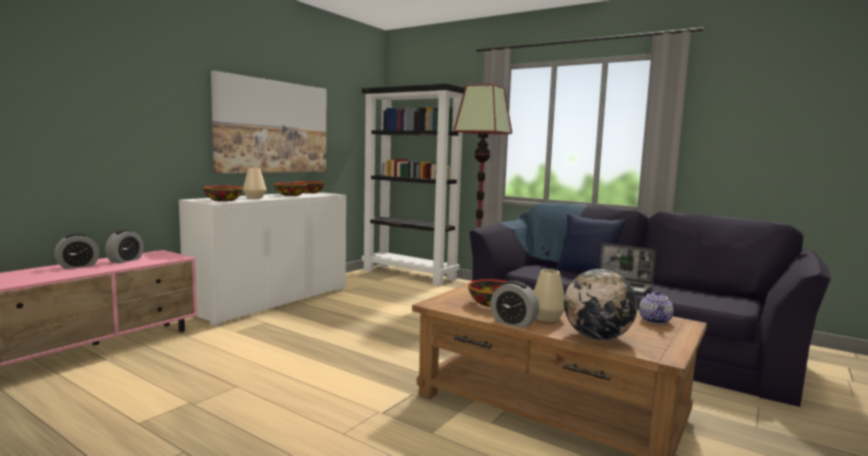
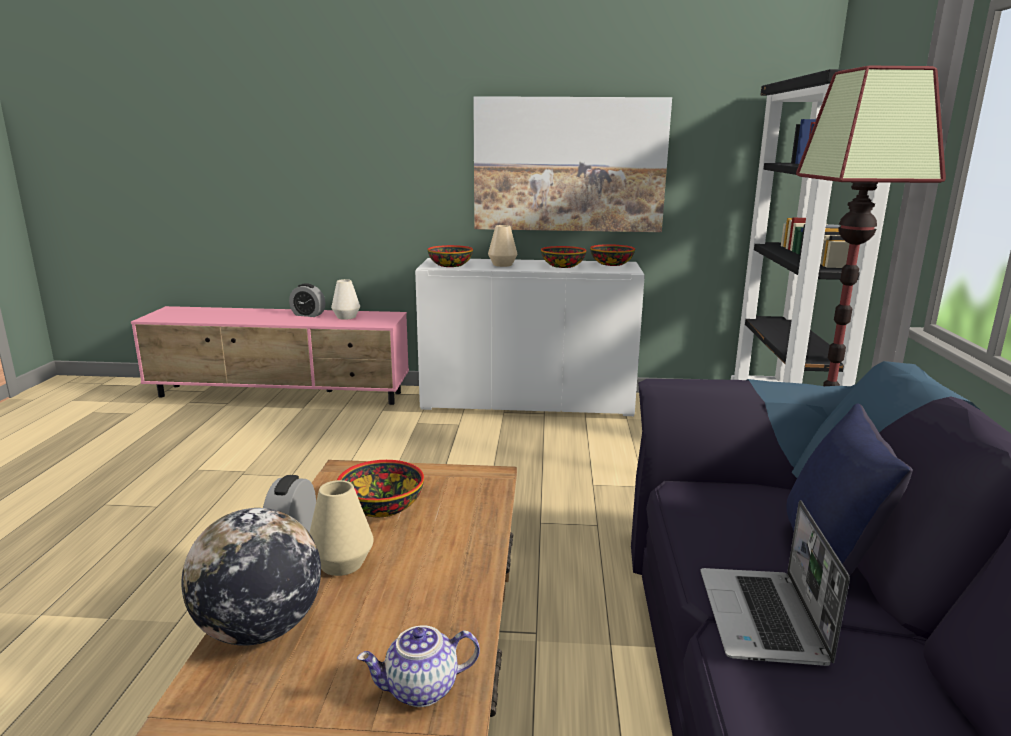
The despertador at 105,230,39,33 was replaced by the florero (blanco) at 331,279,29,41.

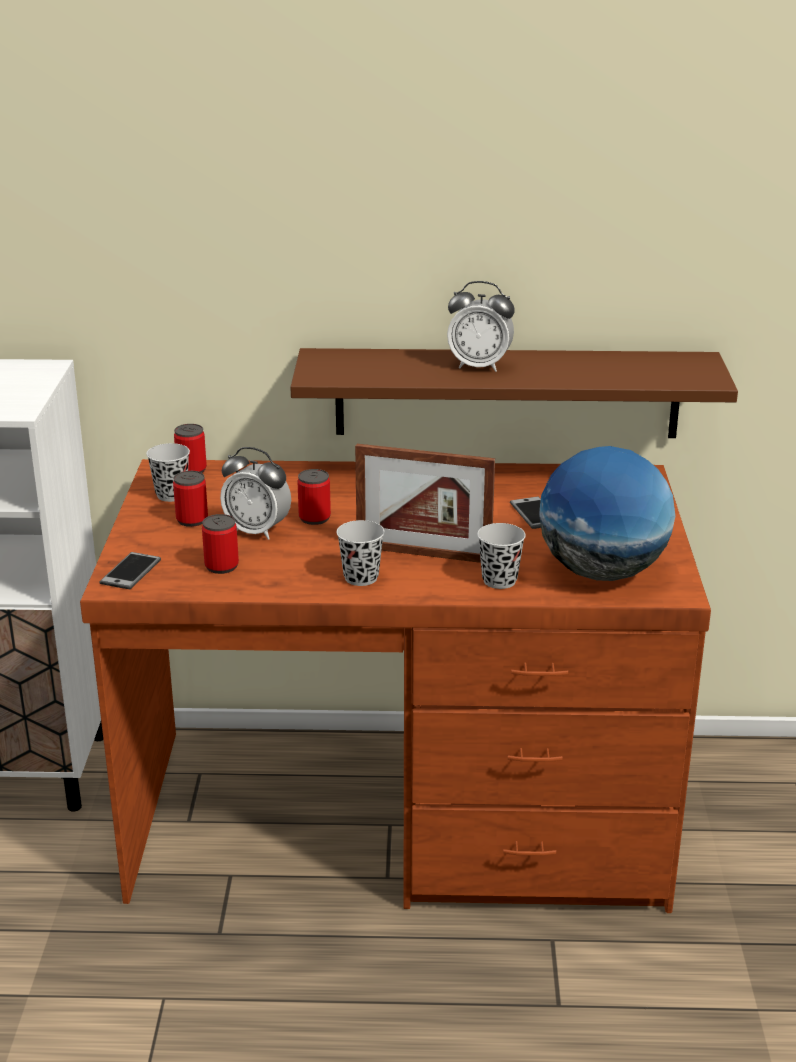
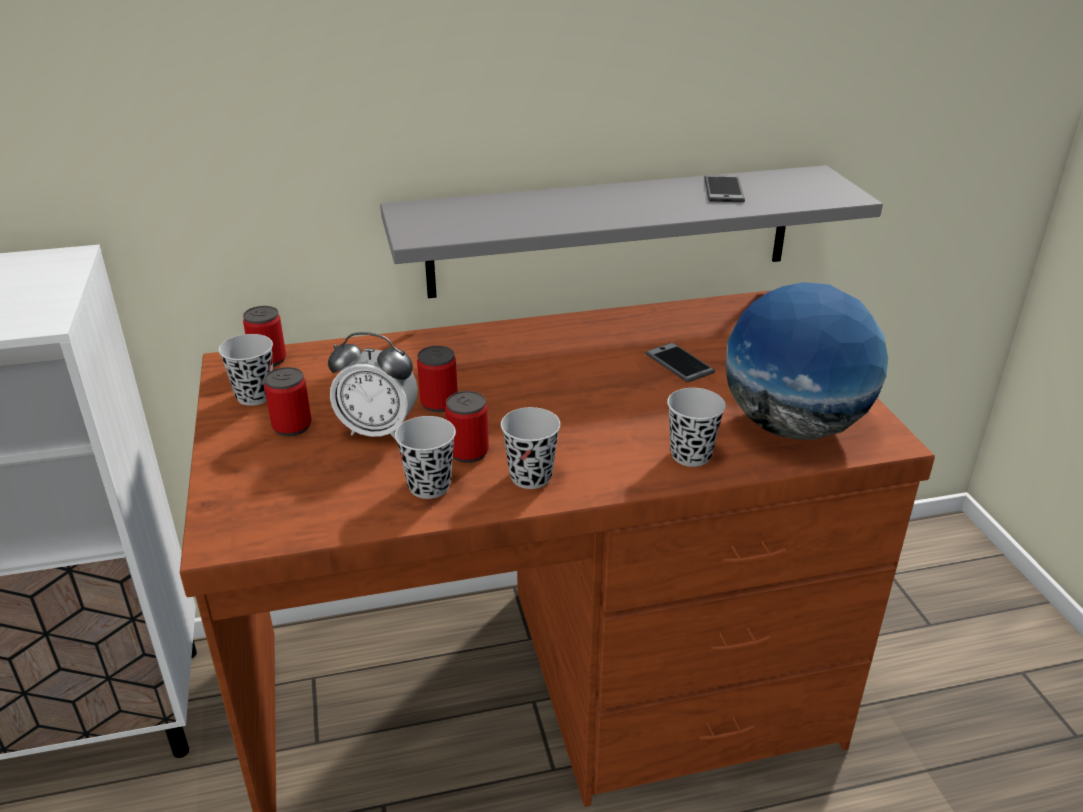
The móvil moved from 100,552,61,37 to 704,175,41,27. The lata moved from 202,514,37,60 to 445,391,44,72. The estante (marrón) at 290,348,448,90 became the estante (gris) at 380,165,503,133. The portarretratos at 355,444,140,119 disappeared. The despertador at 447,281,67,91 disappeared. The taza (negro) at 395,416,61,83 appeared.

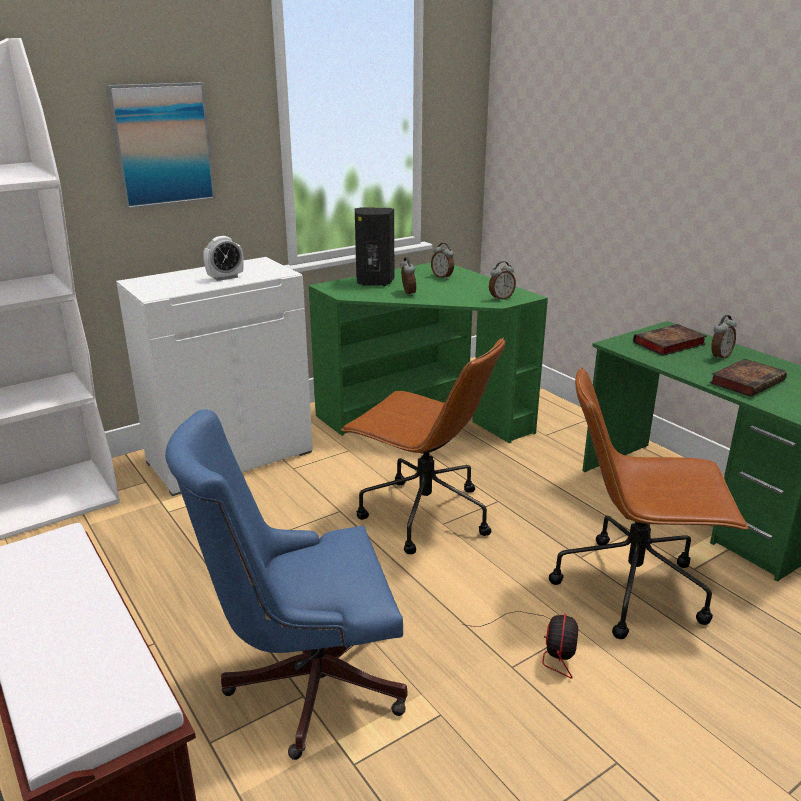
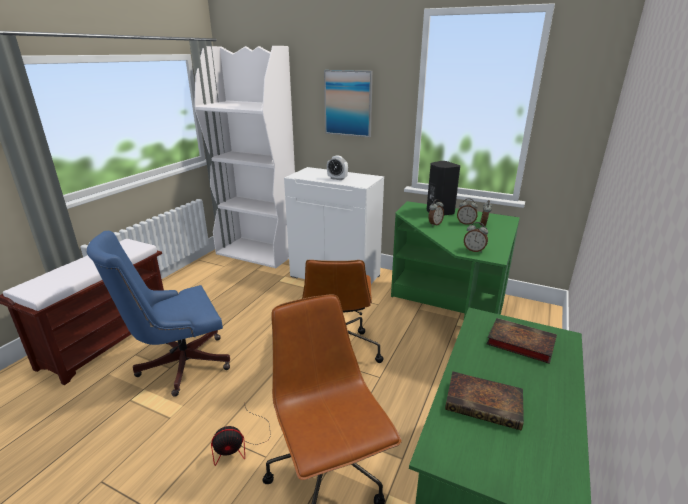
The silla de oficina (azul) at 165,409,242,351 turned 75 degrees counterclockwise. The despertador moved from 711,315,26,45 to 457,198,21,27.

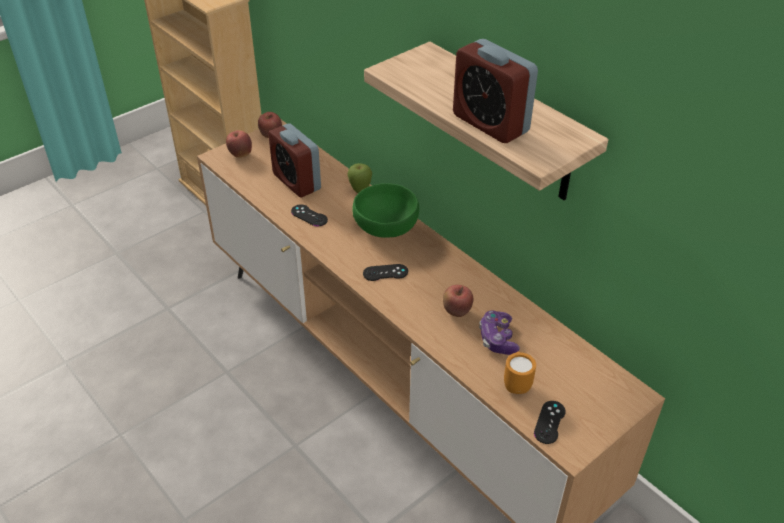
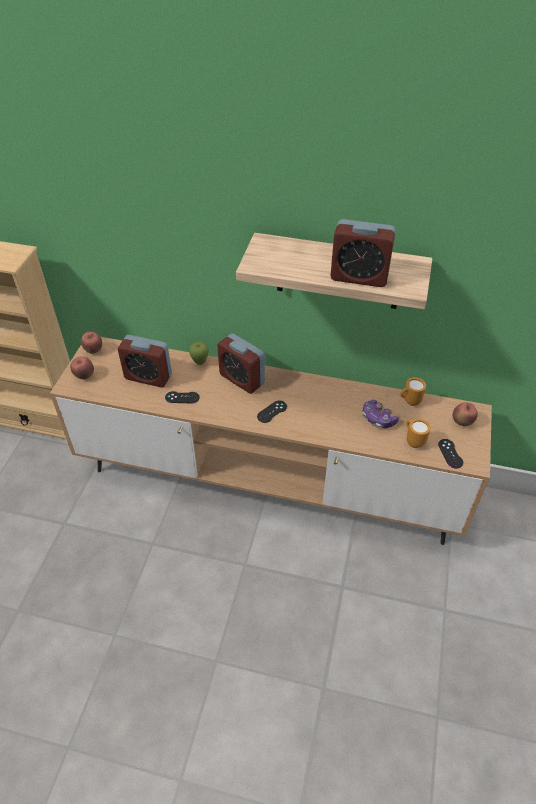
The cuenco (verde) at 352,183,67,55 was replaced by the despertador at 217,333,48,61. The manzana moved from 443,285,30,32 to 453,402,25,24. The taza grande (naranja) at 400,377,26,29 appeared.

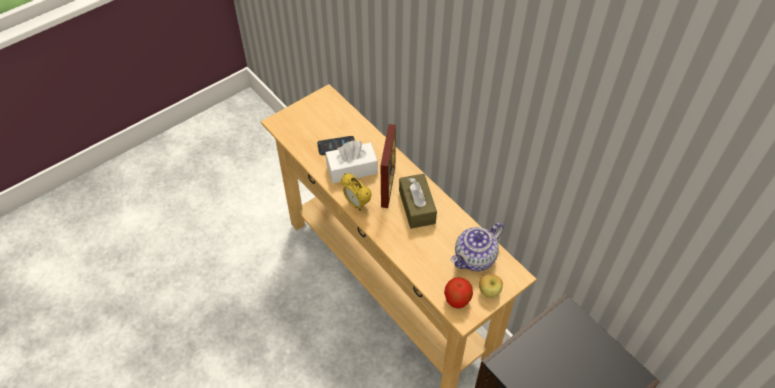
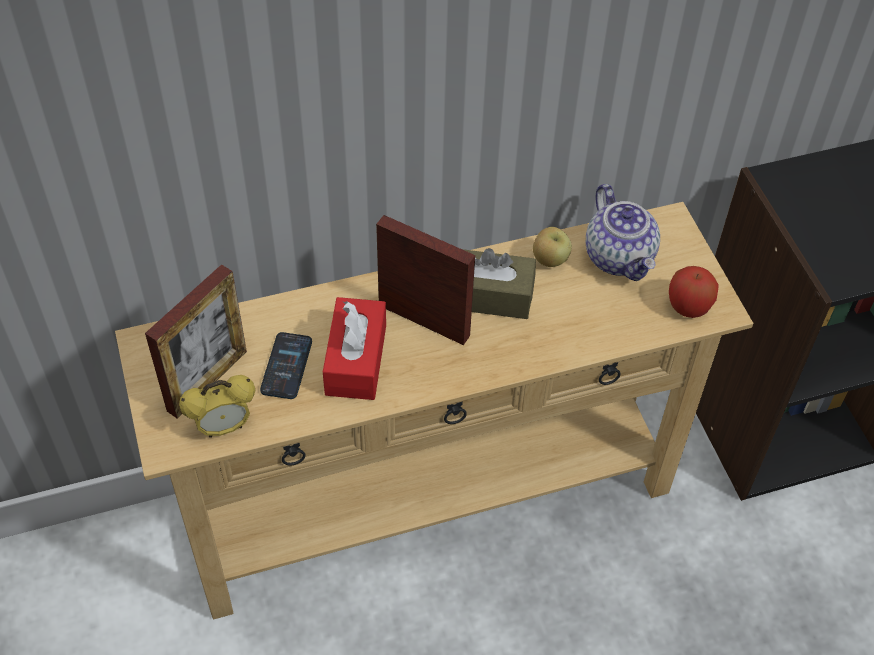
The caja de pañuelos (blanco) at 325,141,53,42 became the caja de pañuelos (rojo) at 323,297,63,103. The despertador moved from 341,173,31,38 to 179,375,76,63. The manzana moved from 479,274,24,24 to 533,227,39,40. The portarretratos at 145,264,102,155 appeared.

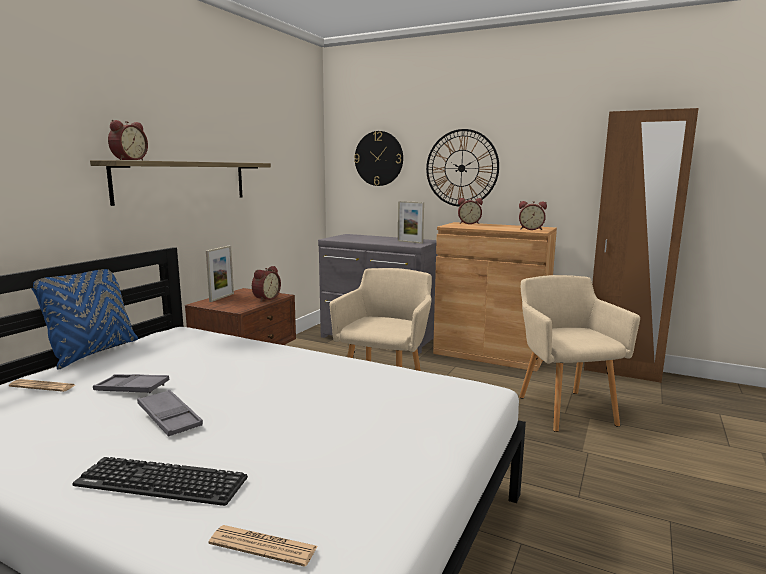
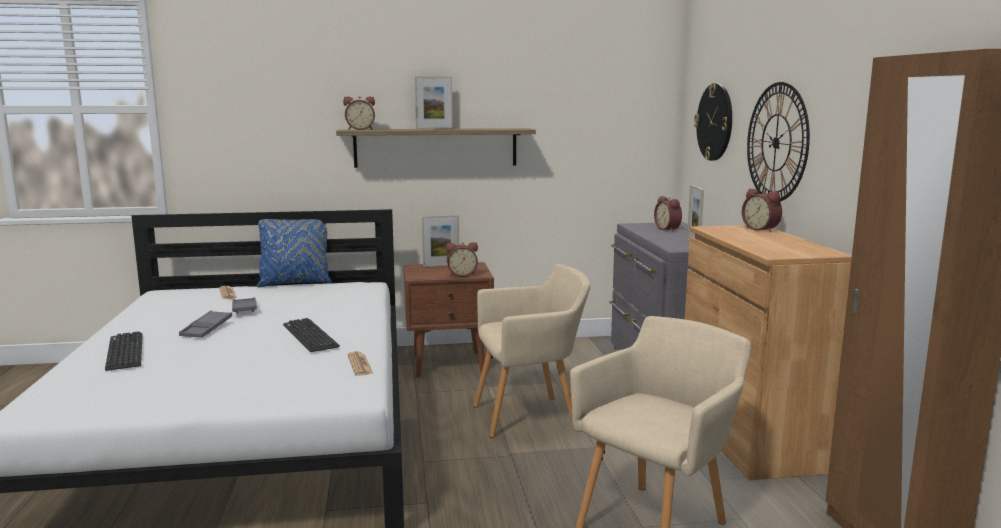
The periódico moved from 209,525,109,42 to 347,351,26,25. The despertador moved from 519,201,28,29 to 654,196,28,36. The teclado at 283,318,57,34 appeared. The portarretratos at 415,77,38,52 appeared.

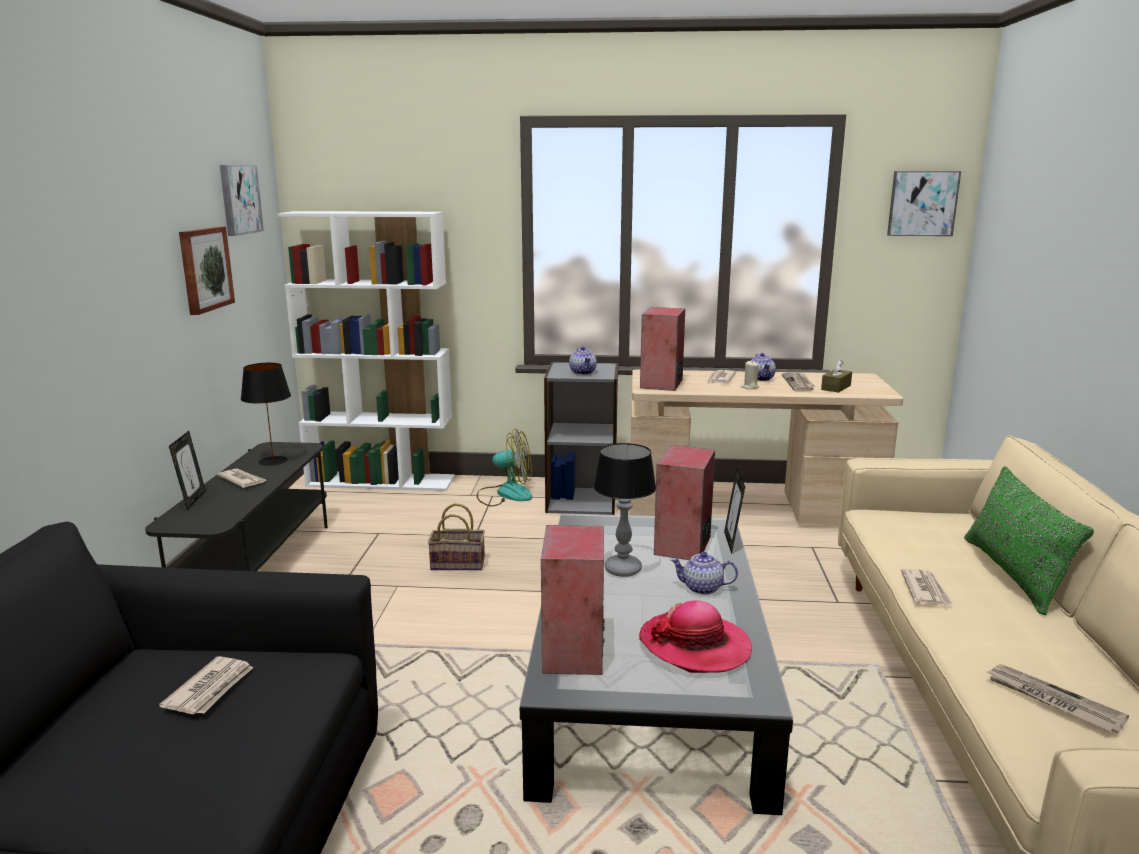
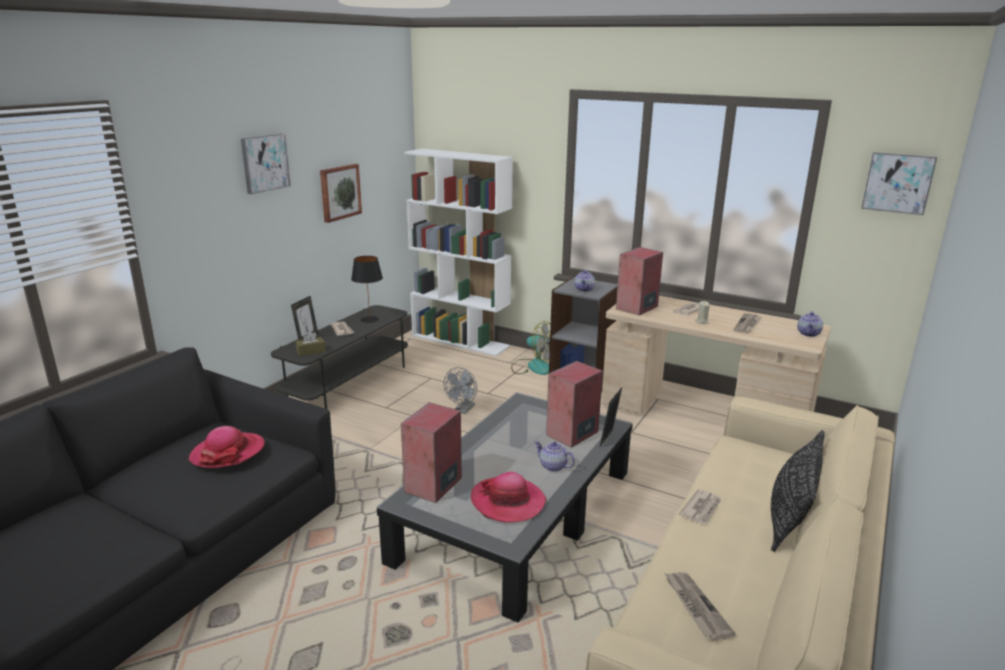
The periódico at 159,656,94,59 was replaced by the sombrero at 189,426,76,42. The cuadro moved from 220,165,44,71 to 241,134,50,60. The cesta at 428,503,57,67 was replaced by the ventilador (gris) at 444,367,33,47. The lámpara de mesa at 594,443,62,134 disappeared. The tetera moved from 751,353,25,28 to 797,311,26,26. The caja de pañuelos (marrón) moved from 821,359,31,34 to 296,331,30,25. The cojín (verde) at 964,466,130,149 became the cojín (negro) at 771,430,54,122.

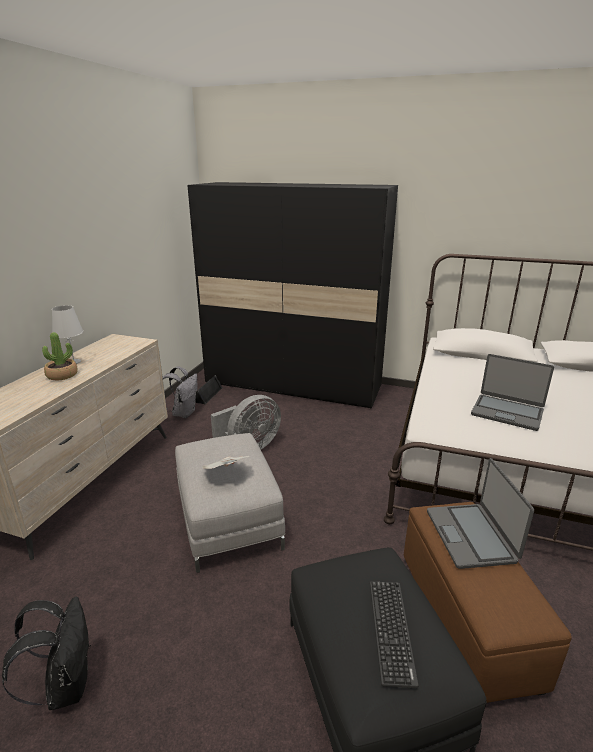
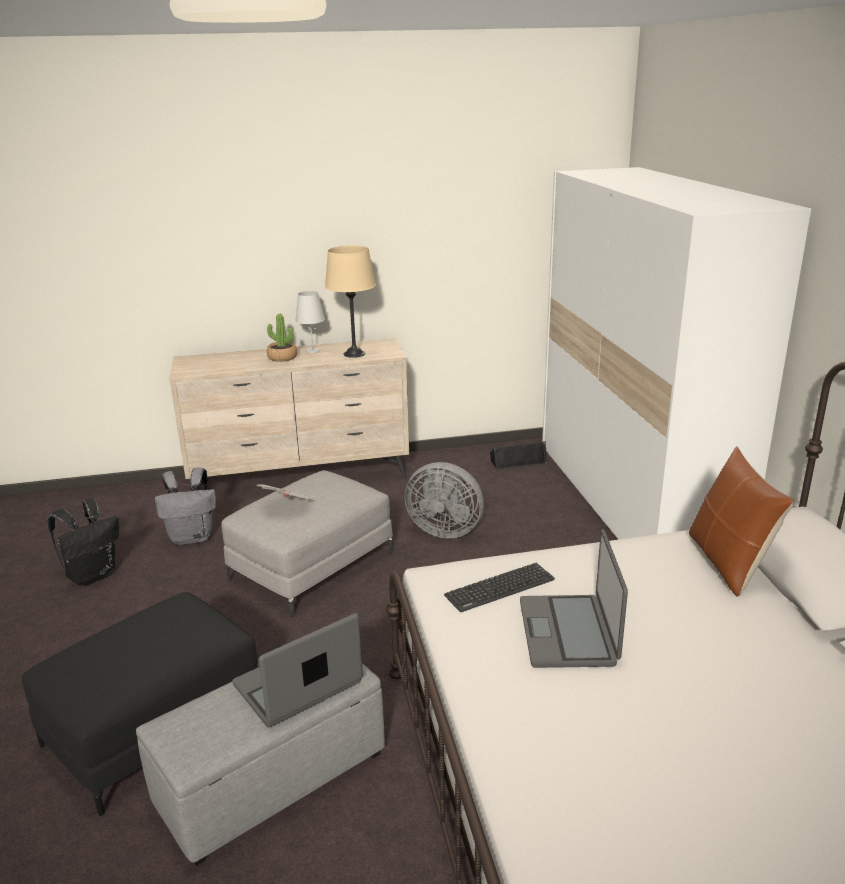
The mochila (gris) moved from 163,367,35,51 to 155,468,61,77. The armario ropero (negro) at 187,182,211,226 became the armario ropero (blanco) at 542,167,269,373. The teclado moved from 370,582,49,106 to 444,563,111,49. The puf (marrón) at 404,502,168,201 became the puf (gris) at 136,663,249,203. The lámpara de mesa (beis) at 325,245,51,113 appeared. The cojín (marrón) at 689,446,105,151 appeared.

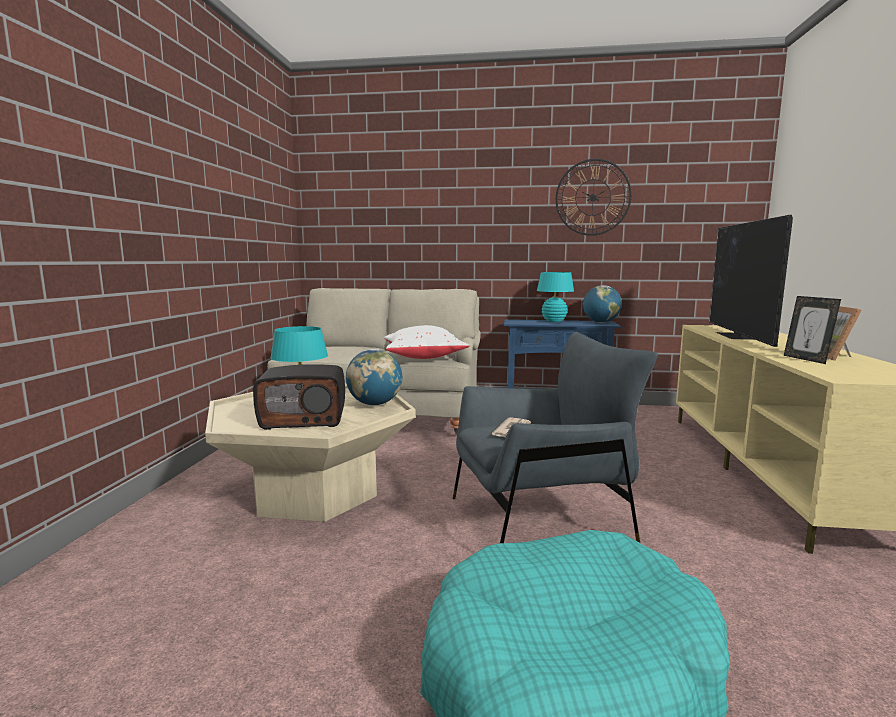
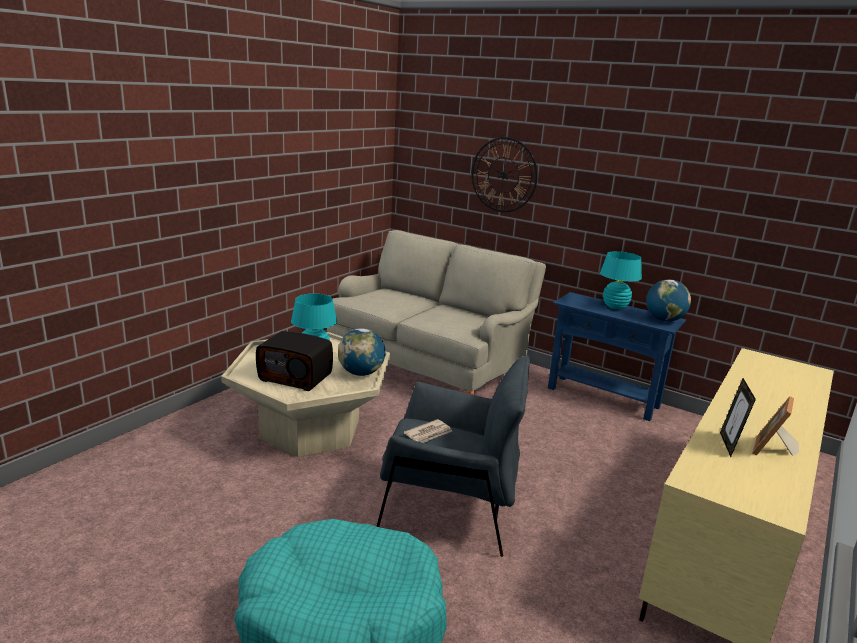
The cojín (blanco) at 384,325,86,34 disappeared. The reloj de pared moved from 556,159,76,77 to 471,137,67,75. The televisor at 709,215,84,132 disappeared.

